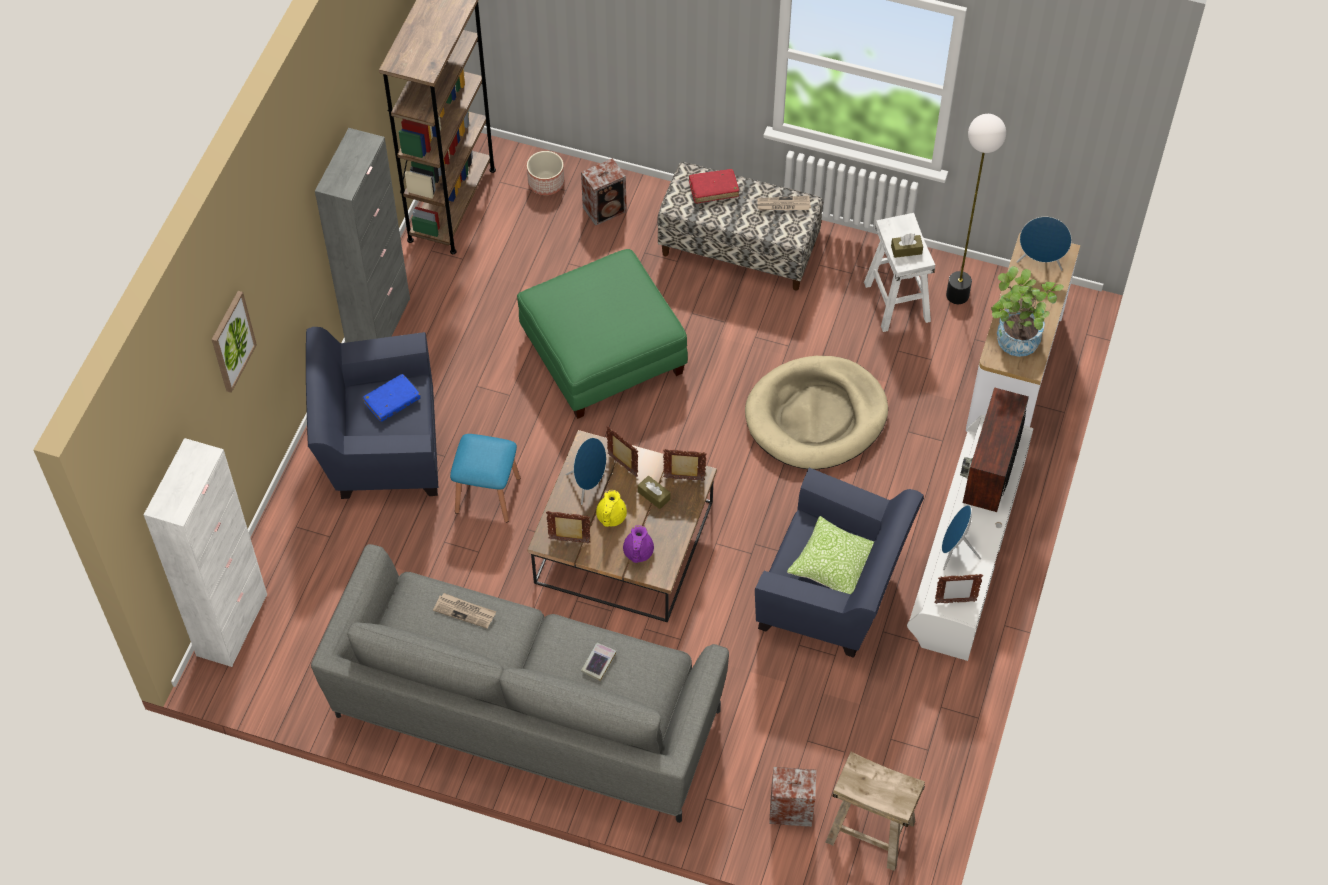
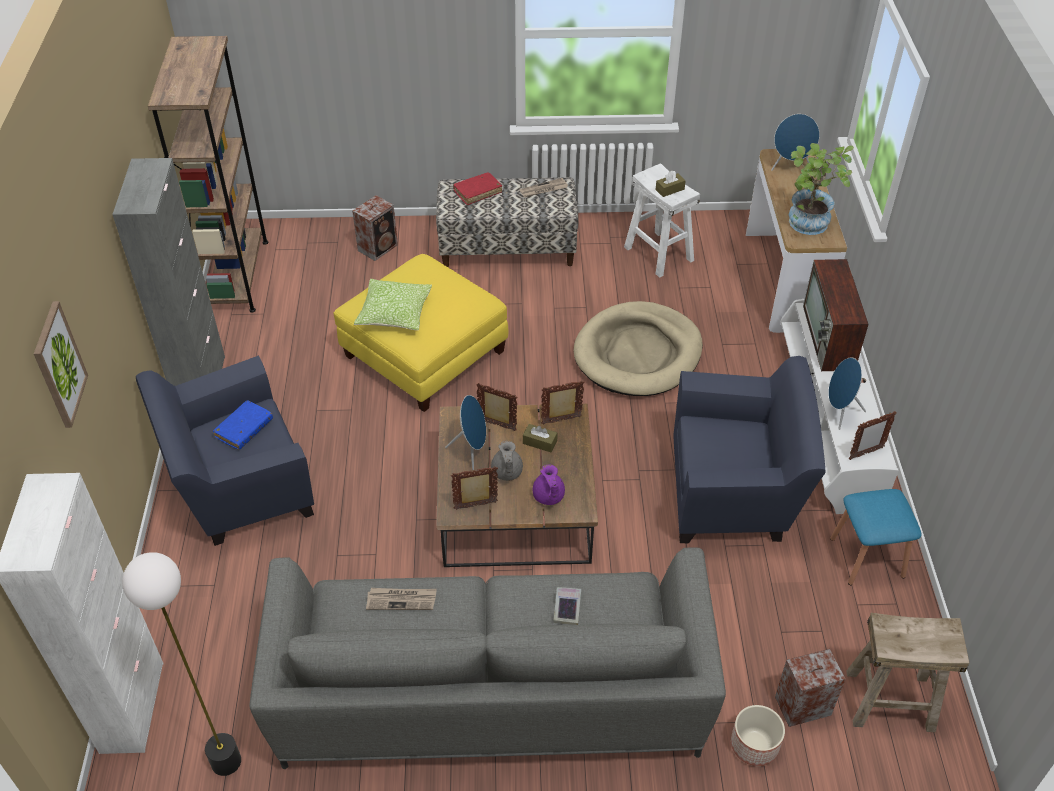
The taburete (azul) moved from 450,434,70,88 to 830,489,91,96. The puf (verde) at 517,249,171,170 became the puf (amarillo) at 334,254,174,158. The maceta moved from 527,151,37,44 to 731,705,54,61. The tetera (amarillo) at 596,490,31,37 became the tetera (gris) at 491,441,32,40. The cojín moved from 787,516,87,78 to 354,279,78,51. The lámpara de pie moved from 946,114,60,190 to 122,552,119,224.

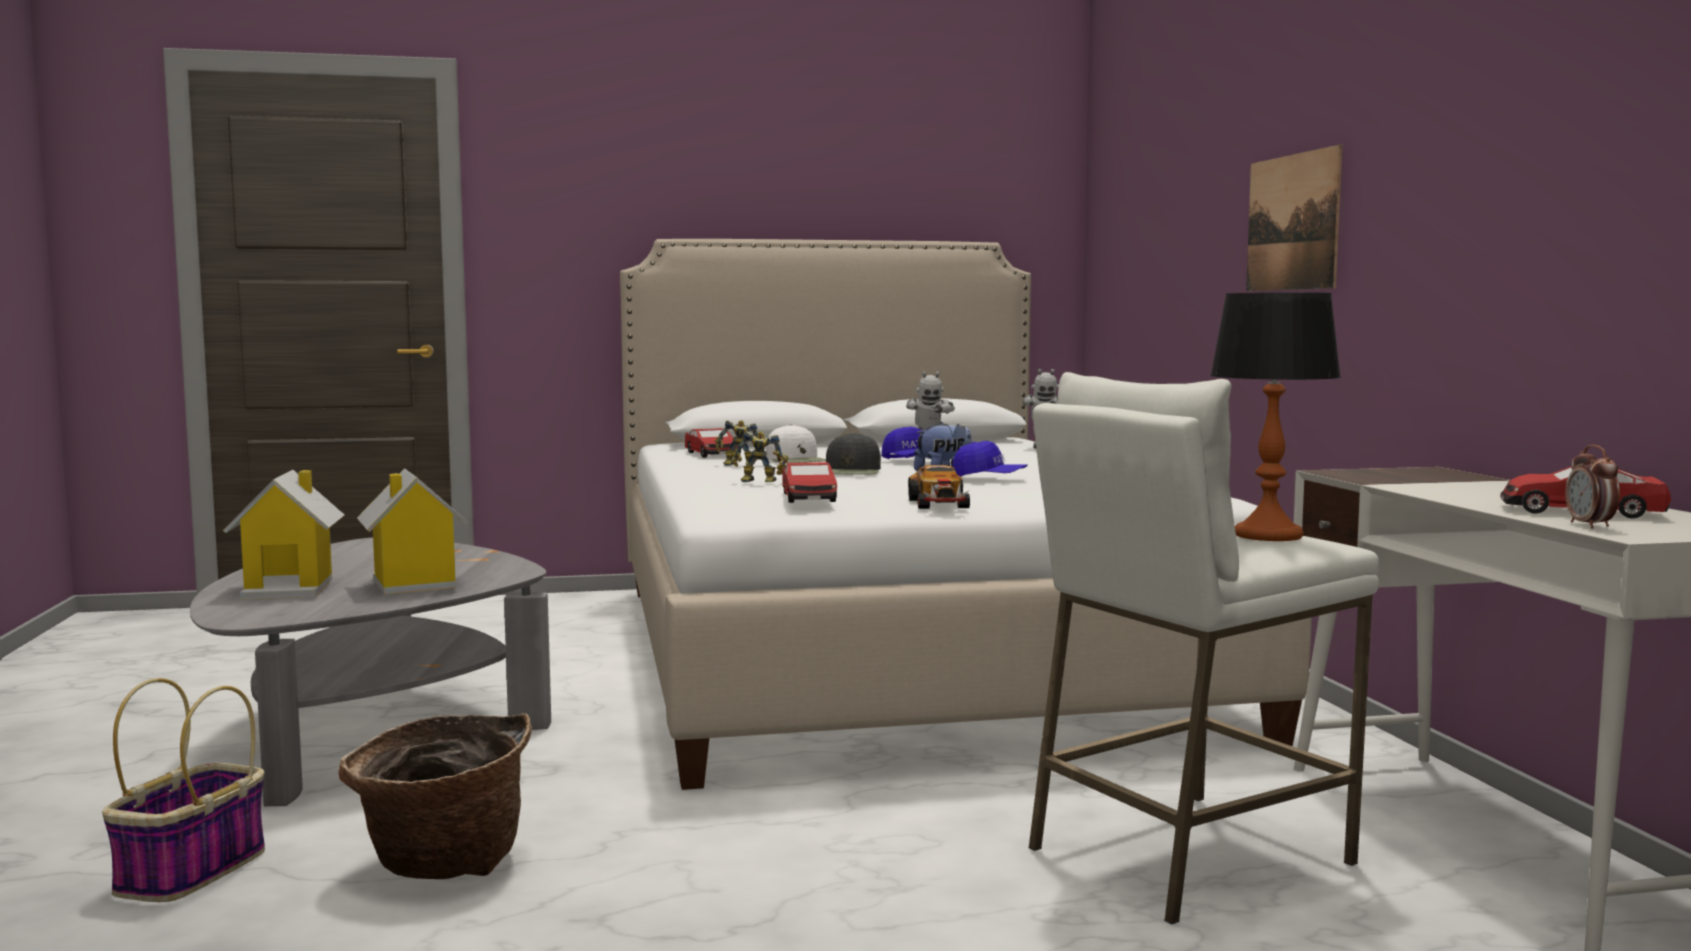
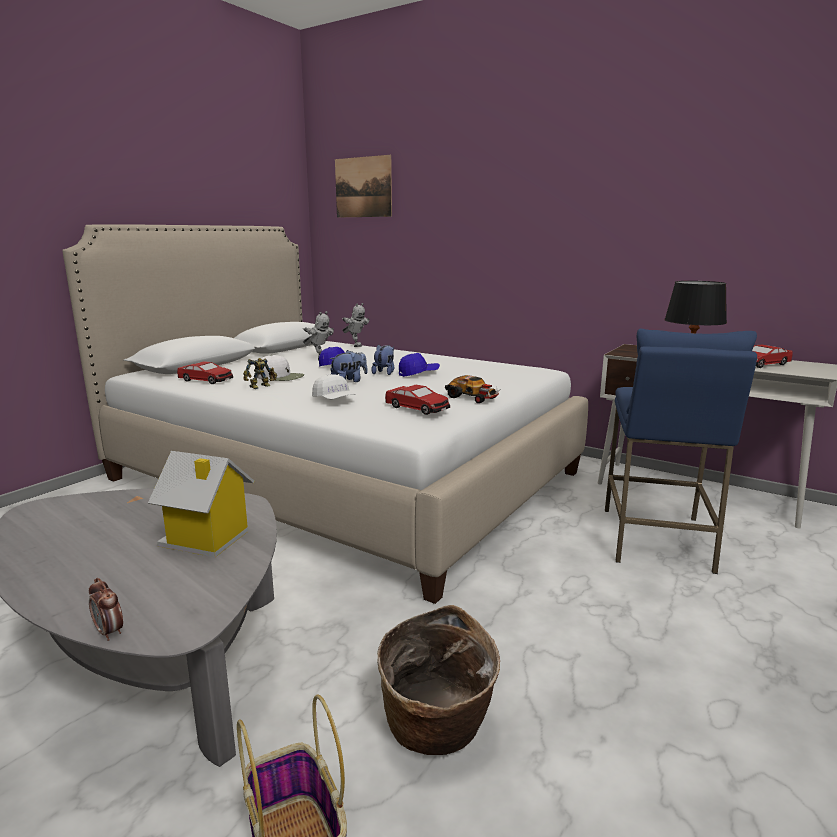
The casita at 223,470,121,129 disappeared. The robot de juguete at 732,431,56,51 was replaced by the gorra (blanco) at 312,374,44,25. The gorra (negro) at 826,432,55,43 was replaced by the peluche at 330,350,38,32. The taburete (blanco) at 1028,372,351,552 became the taburete (azul) at 605,328,152,246. The cuadro moved from 1246,145,96,146 to 335,155,57,63. The despertador moved from 1565,445,55,84 to 89,578,34,63.

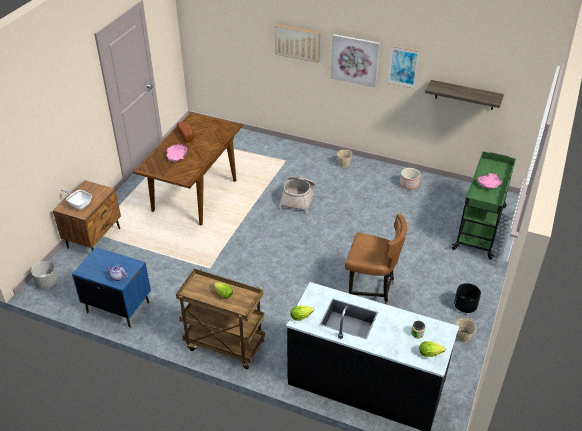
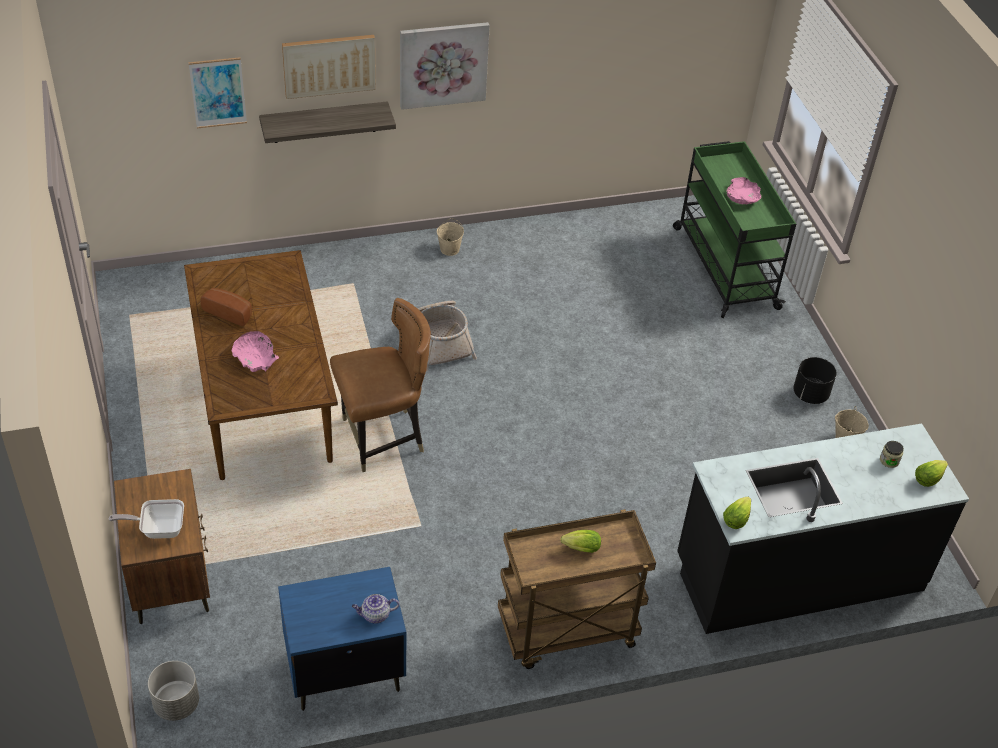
The silla (marrón) moved from 345,213,62,92 to 330,298,101,174. The cuadro moved from 388,46,31,43 to 189,57,58,71. The maceta at 400,168,21,22 disappeared. The estante moved from 425,80,79,30 to 259,101,137,42.

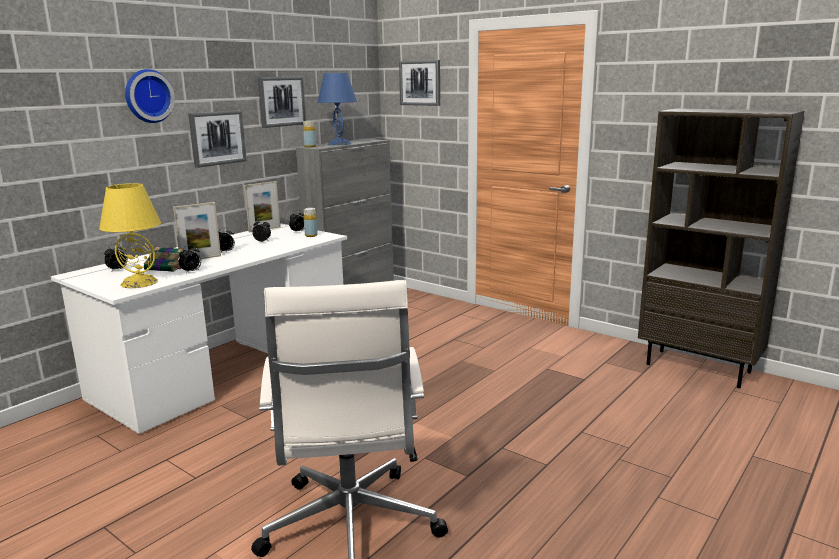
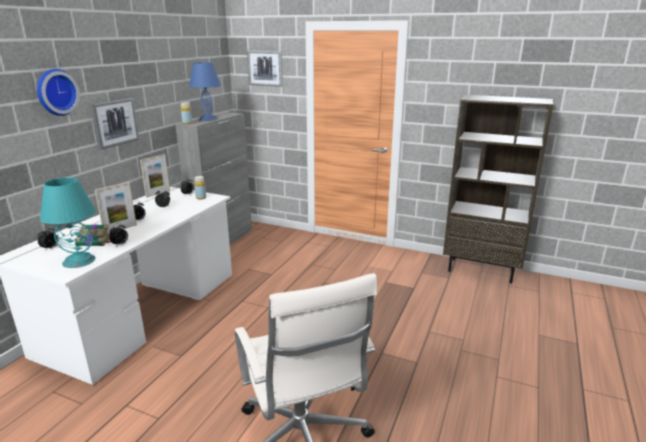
The lámpara de mesa (amarillo) at 99,183,62,105 became the lámpara de mesa (turquesa) at 40,177,56,91. The cuadro at 258,77,48,51 disappeared.

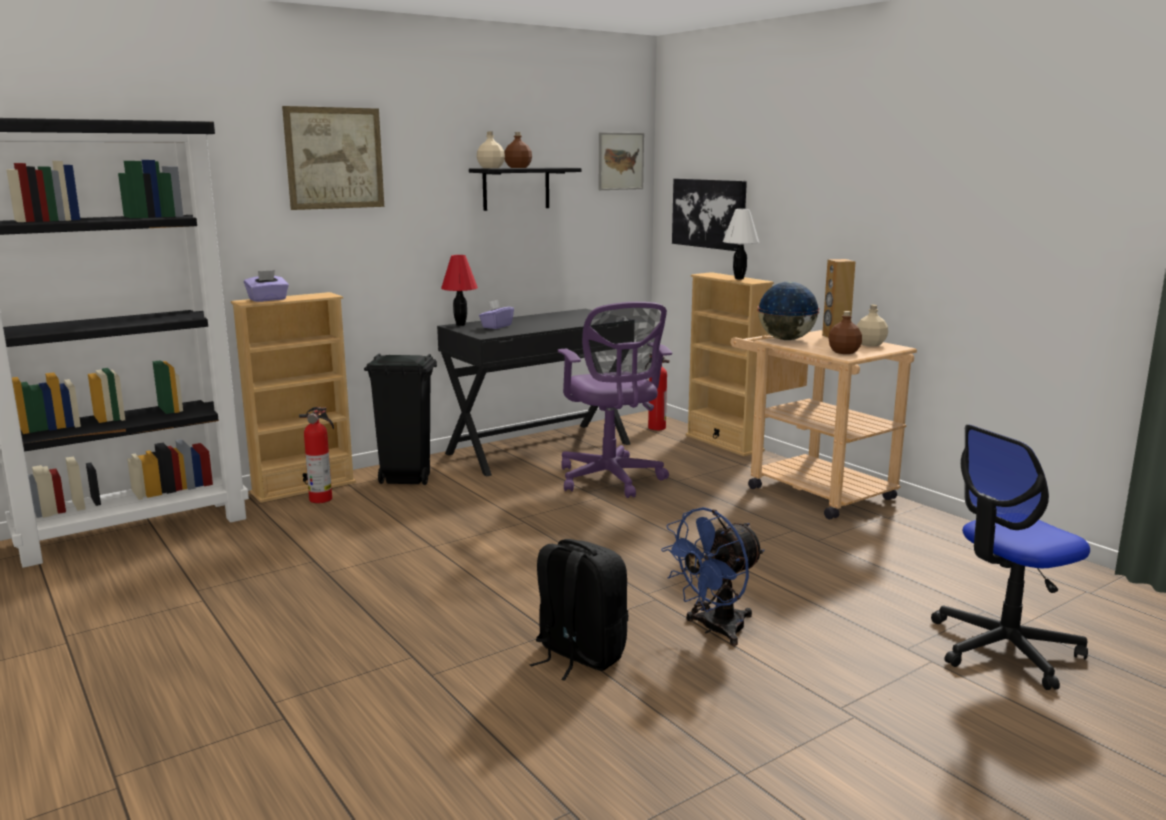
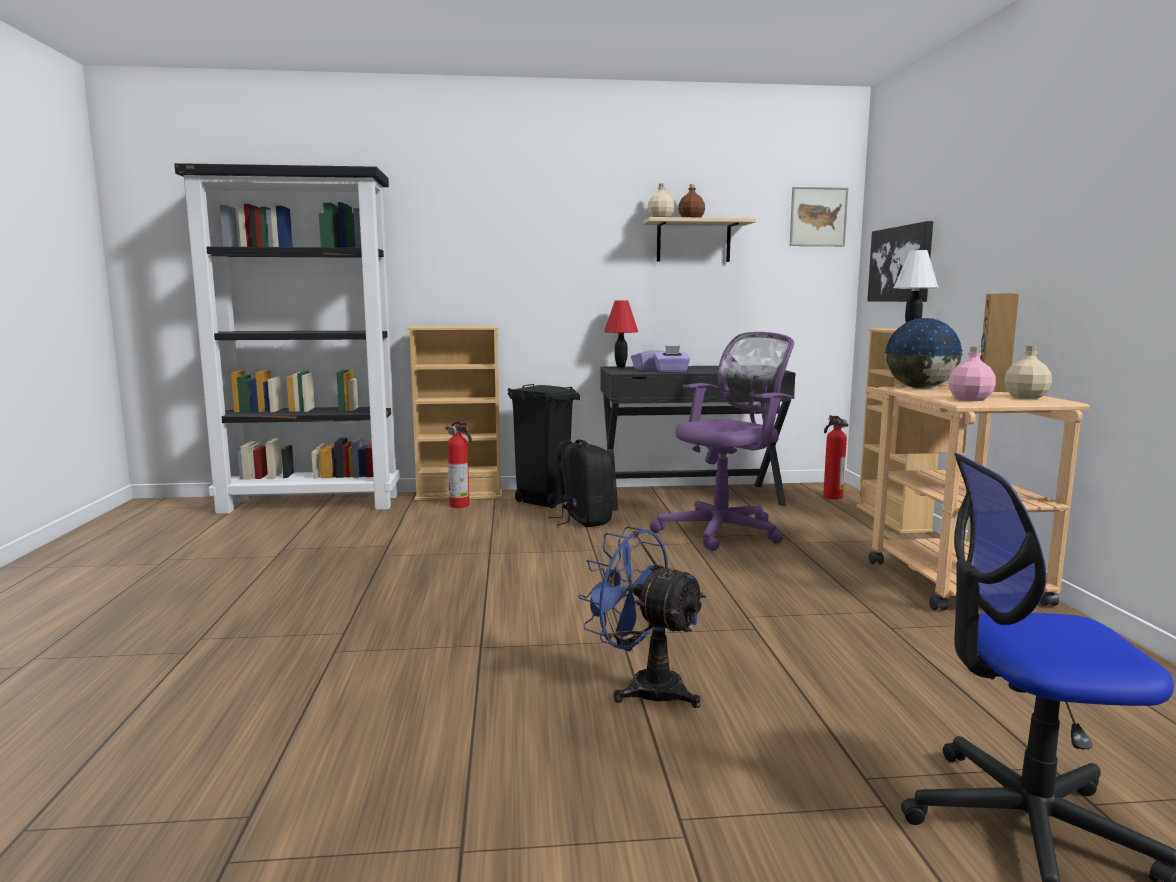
The caja de pañuelos (morado) moved from 244,270,45,32 to 654,346,36,26. The cuadro at 282,106,102,104 disappeared. The estante (negro) at 469,167,113,44 became the estante (beis) at 643,217,113,45. The mochila (negro) moved from 530,539,98,142 to 548,440,65,87. The silla de oficina (morado) at 558,302,114,196 turned 135 degrees counterclockwise. The ventilador (azul) at 661,507,103,139 turned 45 degrees clockwise. The botella (marrón) at 828,311,34,43 became the botella (rosa) at 948,347,48,54.

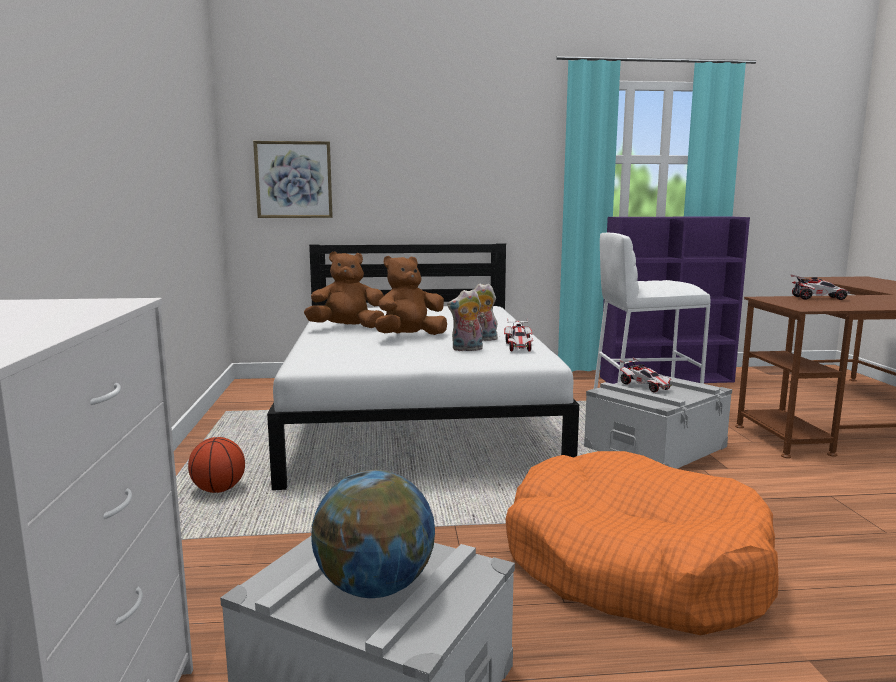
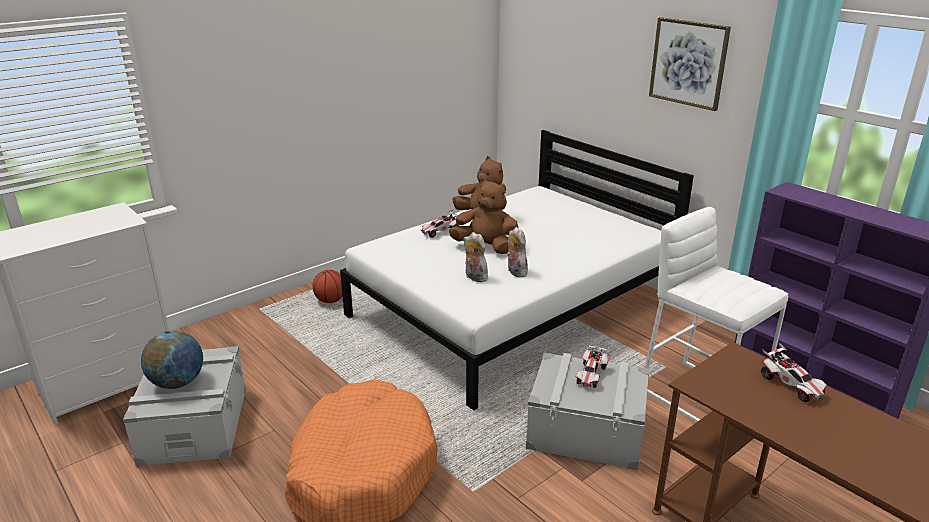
The cuadro moved from 253,141,80,77 to 649,17,82,94. The coche de juguete moved from 504,318,29,34 to 421,209,38,29.

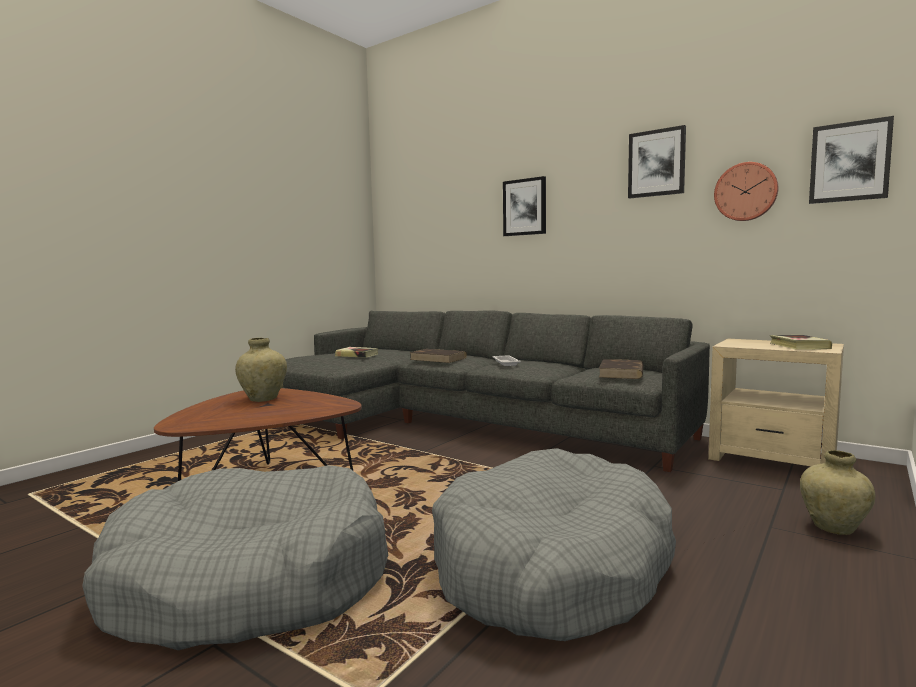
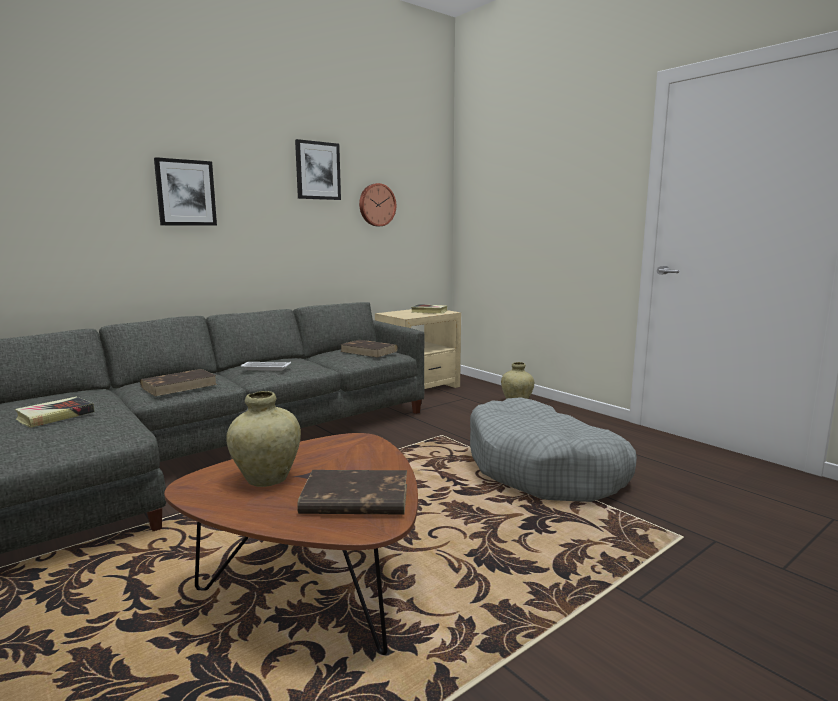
The cama para perro (gris) at 82,465,306,185 disappeared. The cuadro at 809,116,85,88 disappeared. The libro (marrón) at 297,470,110,44 appeared.

